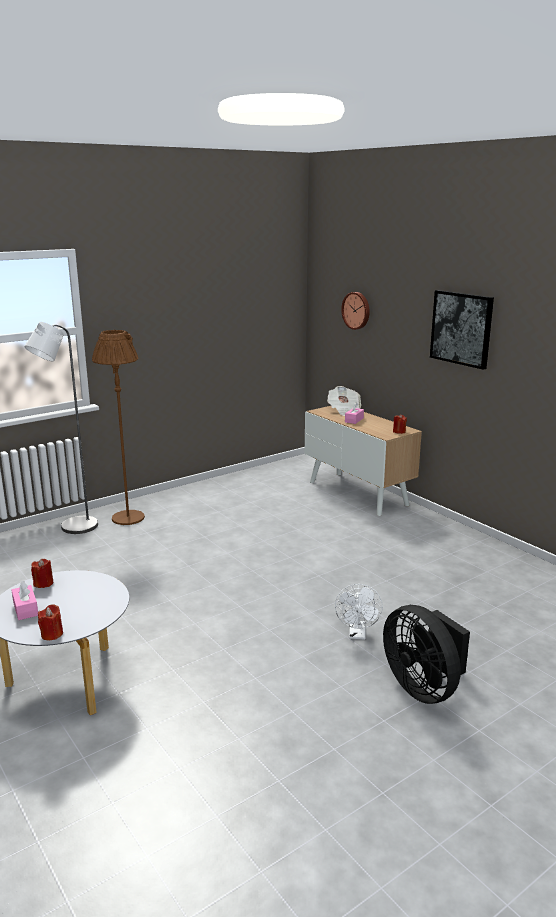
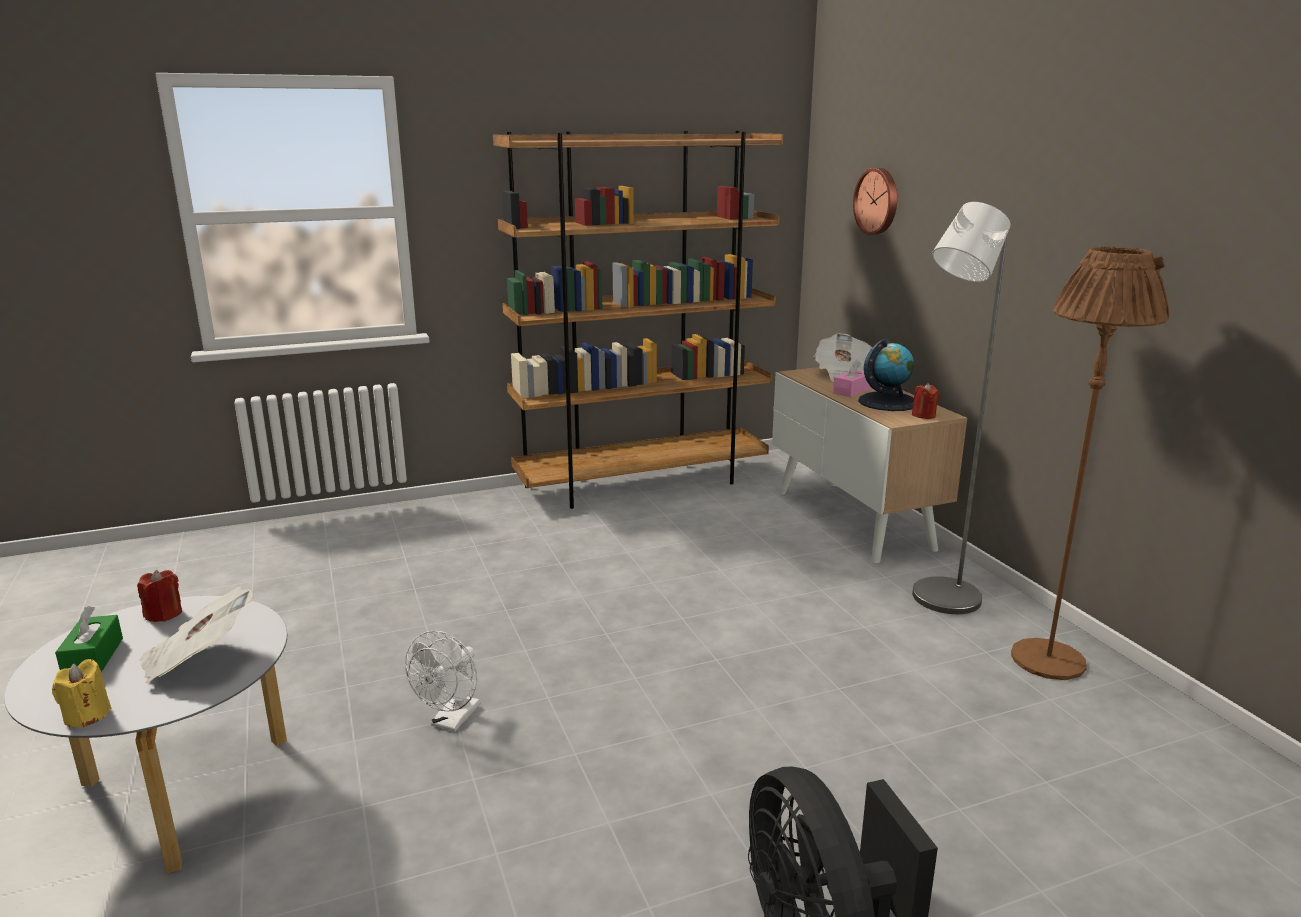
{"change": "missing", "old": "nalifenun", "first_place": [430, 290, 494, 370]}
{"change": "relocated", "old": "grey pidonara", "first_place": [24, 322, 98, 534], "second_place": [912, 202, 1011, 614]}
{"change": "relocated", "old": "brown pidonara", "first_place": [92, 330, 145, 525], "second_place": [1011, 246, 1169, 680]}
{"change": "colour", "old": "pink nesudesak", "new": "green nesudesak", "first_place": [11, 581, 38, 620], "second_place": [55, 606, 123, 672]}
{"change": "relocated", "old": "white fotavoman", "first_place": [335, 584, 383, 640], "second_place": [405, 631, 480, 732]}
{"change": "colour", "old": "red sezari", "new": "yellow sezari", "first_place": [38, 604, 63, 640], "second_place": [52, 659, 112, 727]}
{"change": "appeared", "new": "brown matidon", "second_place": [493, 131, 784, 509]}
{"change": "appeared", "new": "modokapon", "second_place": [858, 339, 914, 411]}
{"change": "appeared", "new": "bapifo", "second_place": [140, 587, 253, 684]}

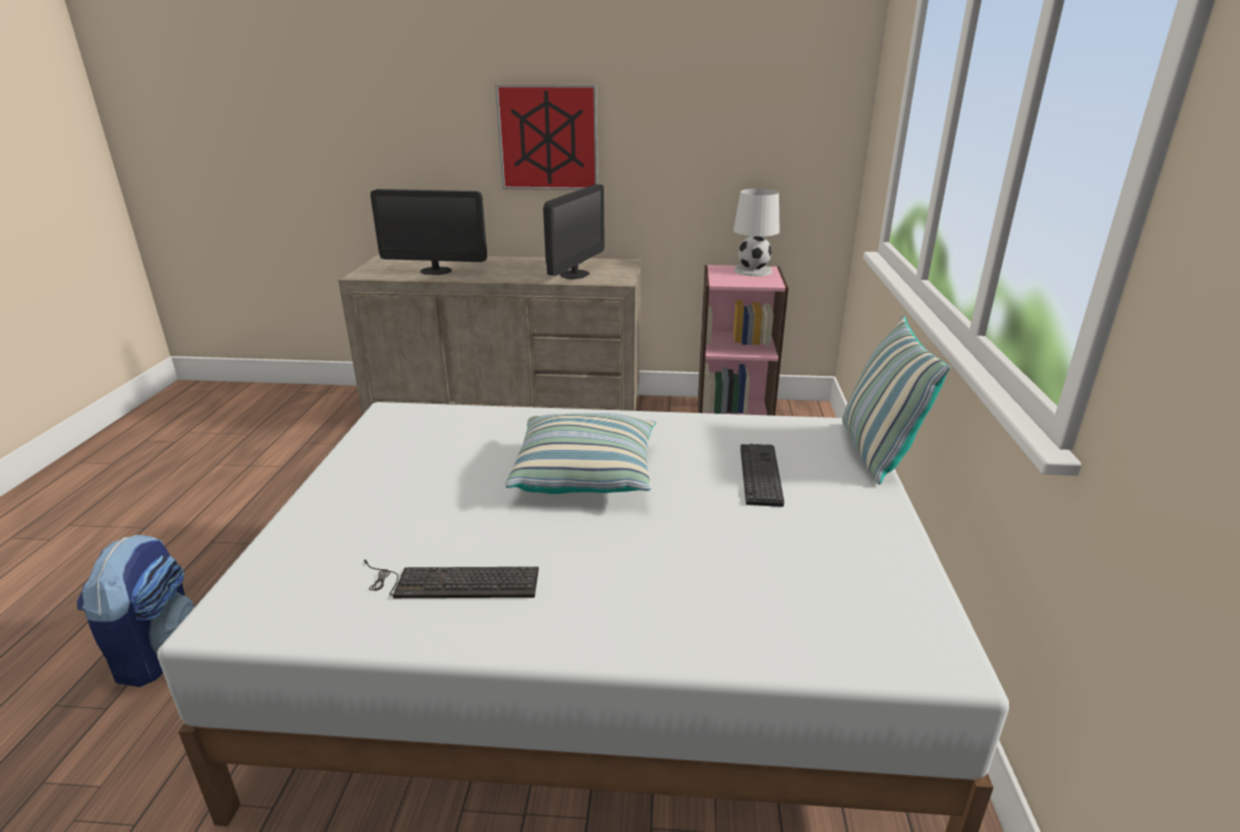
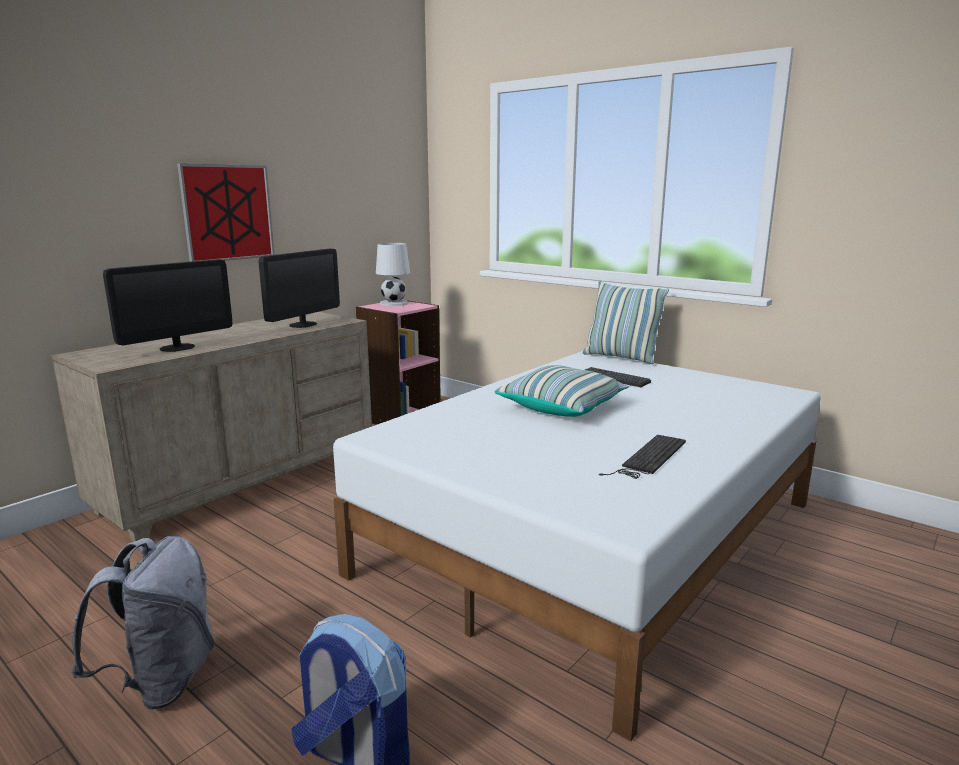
{"change": "spun", "old": "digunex", "first_place": [543, 184, 605, 279], "second_place": [258, 249, 340, 328], "degrees": 60}
{"change": "appeared", "new": "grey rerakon", "second_place": [72, 536, 215, 710]}

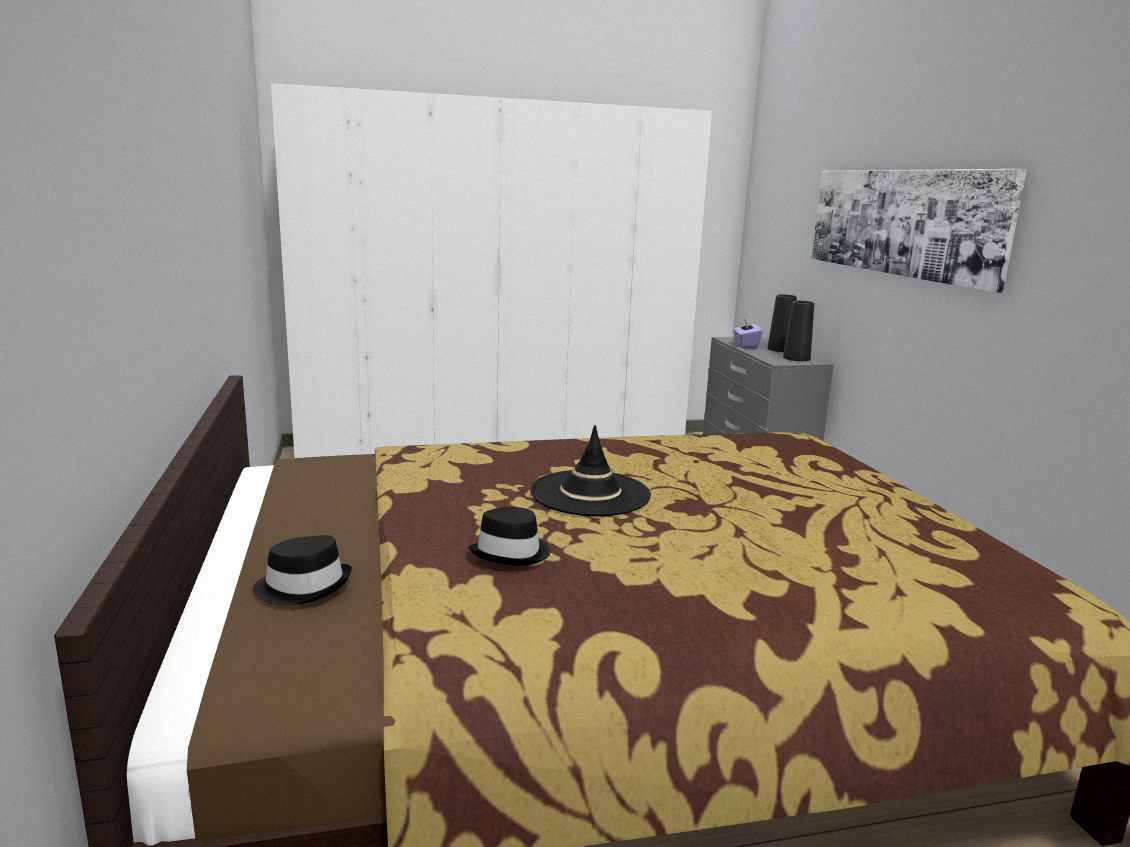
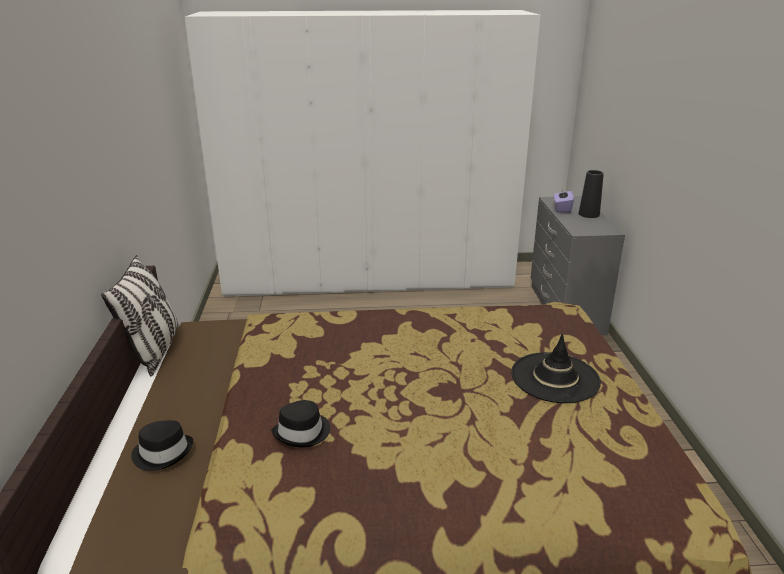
{"change": "missing", "old": "nalifenun", "first_place": [811, 169, 1027, 293]}
{"change": "missing", "old": "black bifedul", "first_place": [783, 301, 814, 361]}
{"change": "relocated", "old": "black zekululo", "first_place": [530, 425, 651, 516], "second_place": [511, 334, 601, 403]}
{"change": "appeared", "new": "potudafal", "second_place": [101, 255, 179, 376]}

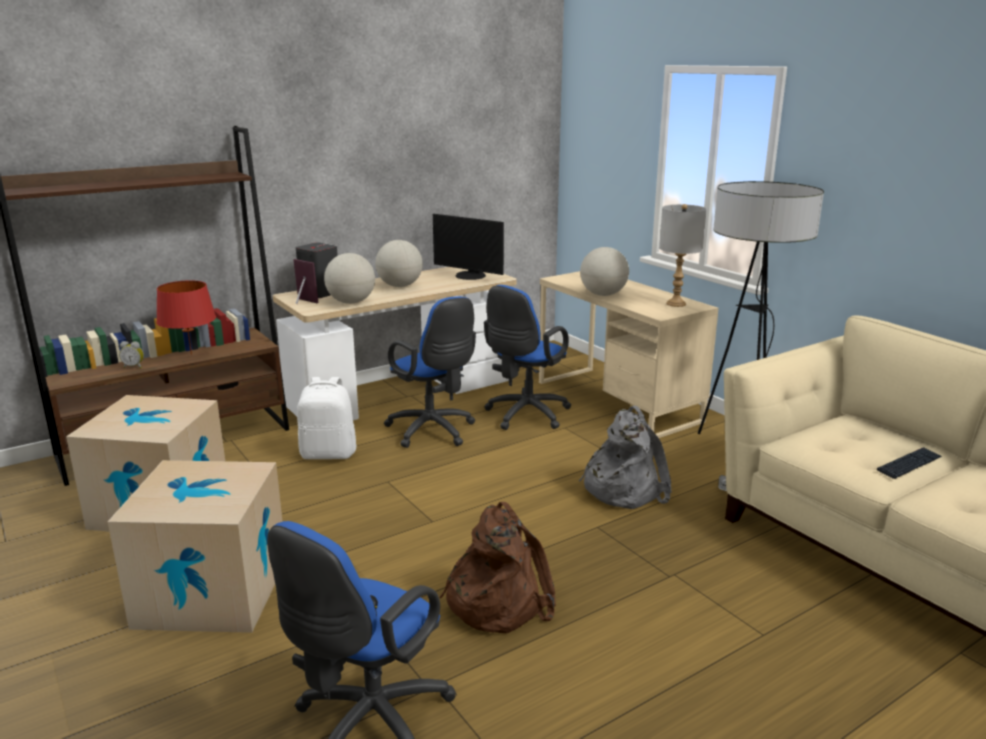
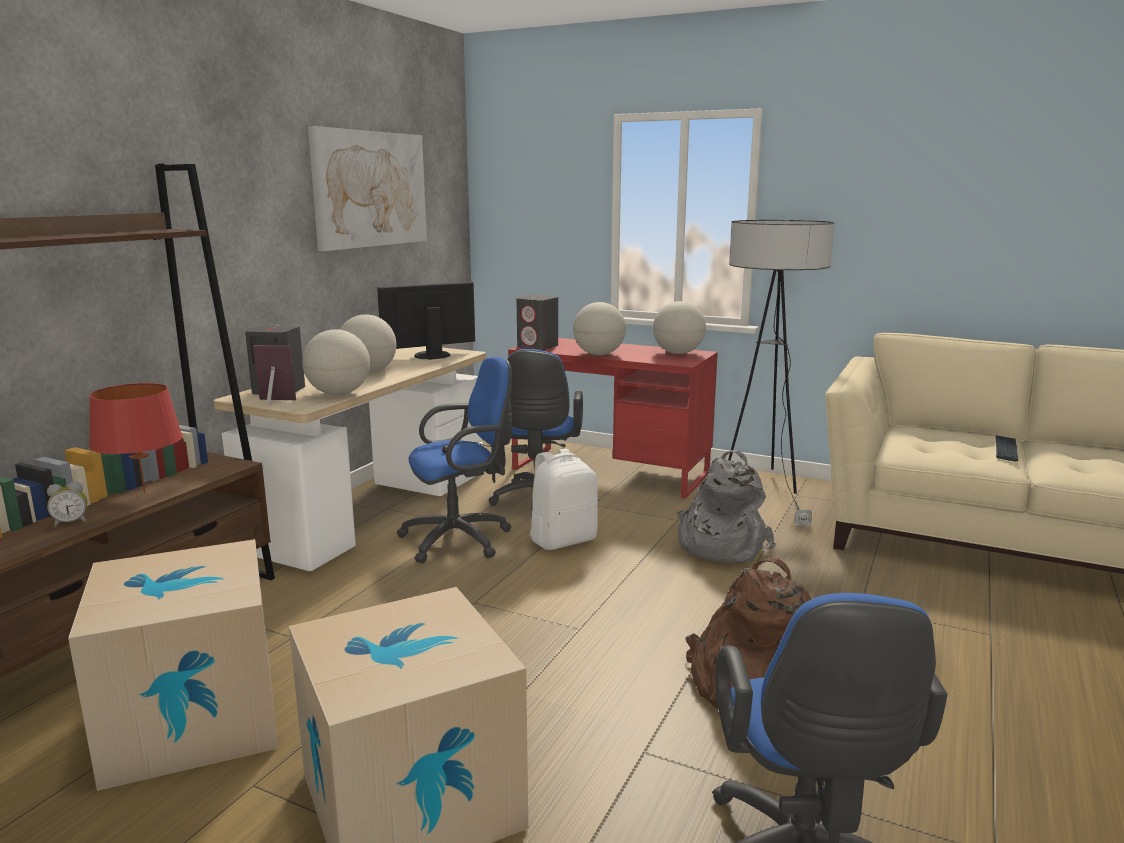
{"change": "exchanged", "old": "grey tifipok", "new": "modokapon", "first_place": [659, 204, 707, 307], "second_place": [653, 301, 706, 354]}
{"change": "spun", "old": "digunex", "first_place": [433, 214, 504, 280], "second_place": [377, 282, 475, 360], "degrees": 150}
{"change": "colour", "old": "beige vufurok", "new": "red vufurok", "first_place": [539, 271, 719, 438], "second_place": [508, 338, 718, 499]}
{"change": "spun", "old": "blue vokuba", "first_place": [384, 297, 476, 448], "second_place": [397, 357, 512, 563], "degrees": -45}
{"change": "relocated", "old": "white rerakon", "first_place": [297, 377, 357, 459], "second_place": [530, 448, 598, 550]}
{"change": "appeared", "new": "nalifenun", "second_place": [308, 126, 427, 251]}
{"change": "appeared", "new": "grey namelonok", "second_place": [516, 295, 558, 350]}

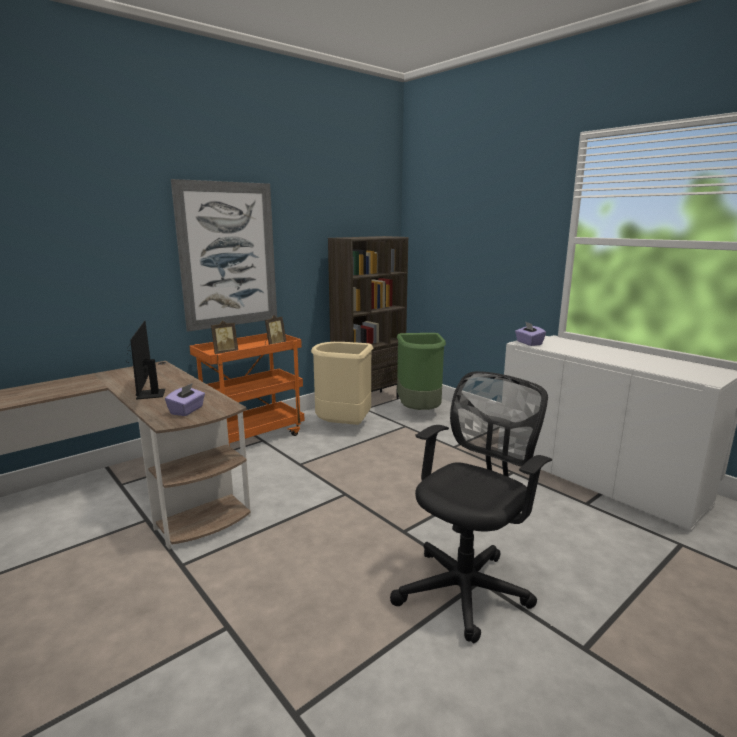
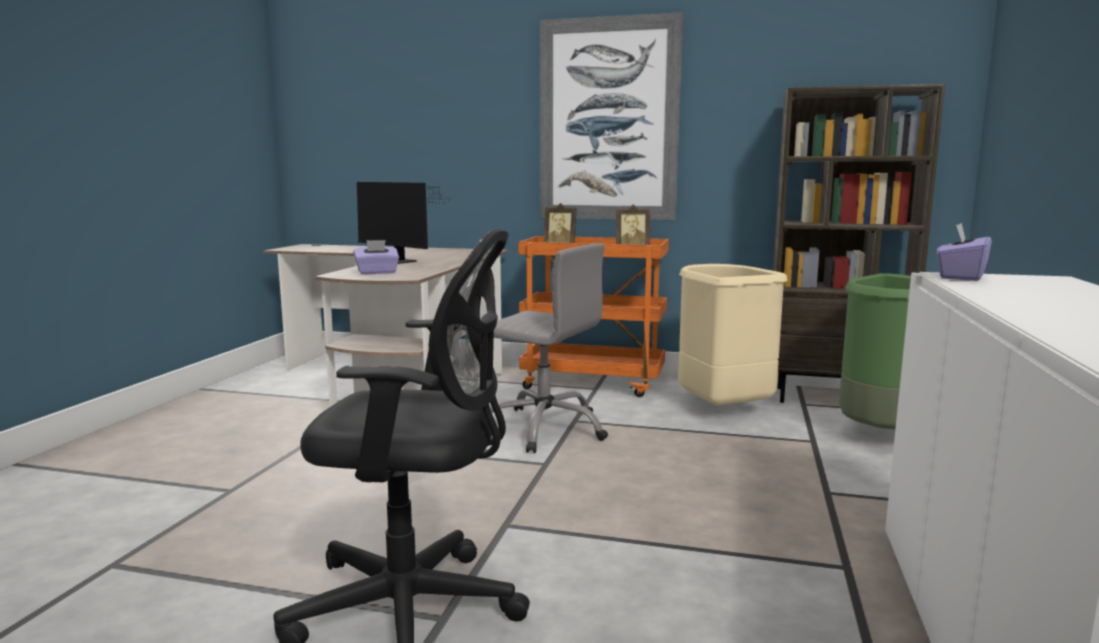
{"change": "spun", "old": "digunex", "first_place": [126, 321, 165, 400], "second_place": [357, 182, 450, 264], "degrees": -90}
{"change": "appeared", "new": "grey vokuba", "second_place": [490, 243, 608, 453]}

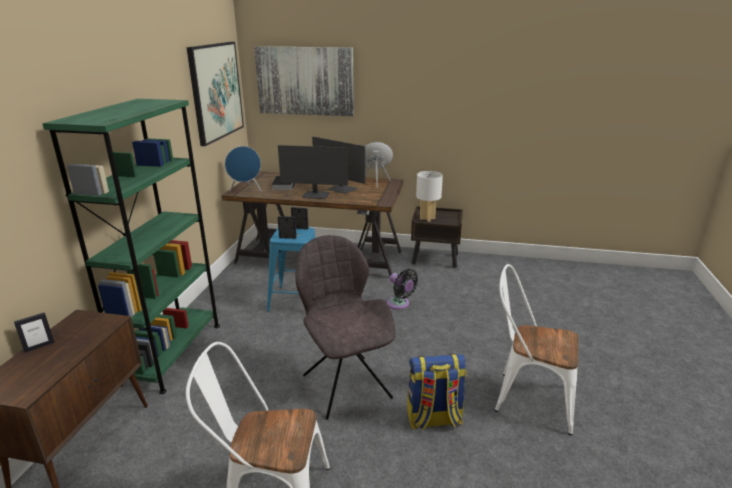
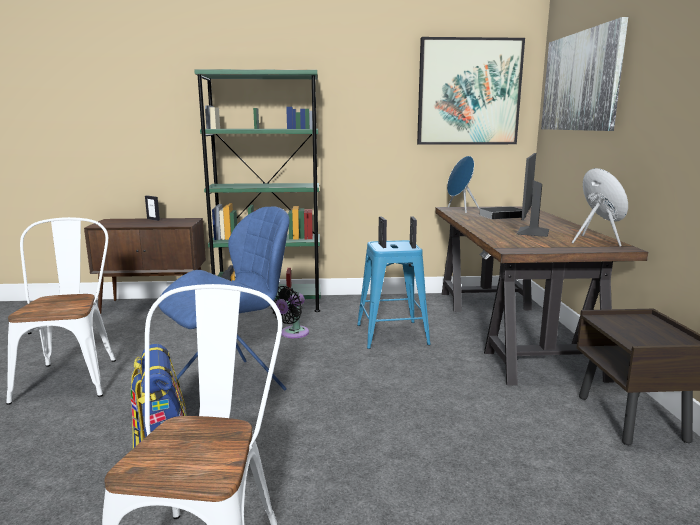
{"change": "missing", "old": "digunex", "first_place": [278, 145, 348, 199]}
{"change": "missing", "old": "white tifipok", "first_place": [416, 171, 443, 222]}
{"change": "colour", "old": "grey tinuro", "new": "blue tinuro", "first_place": [296, 235, 395, 420], "second_place": [158, 207, 290, 390]}
{"change": "relocated", "old": "black fotavoman", "first_place": [387, 269, 418, 310], "second_place": [271, 286, 309, 338]}

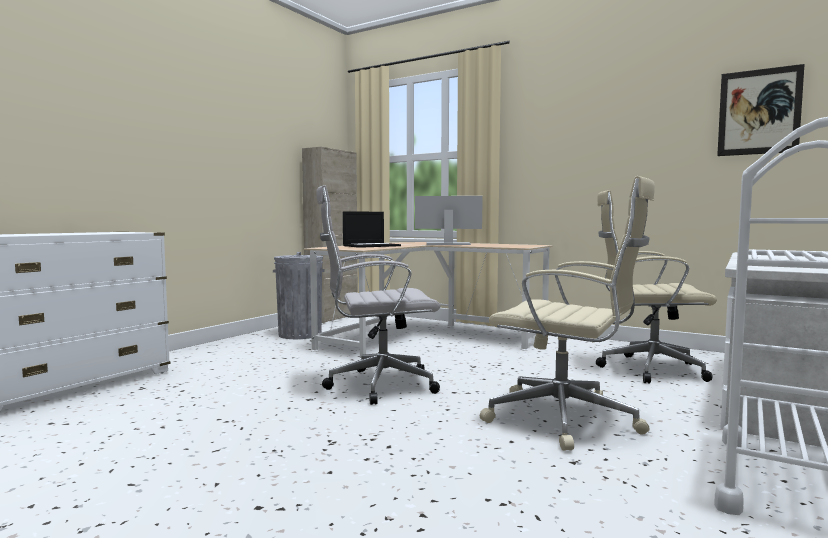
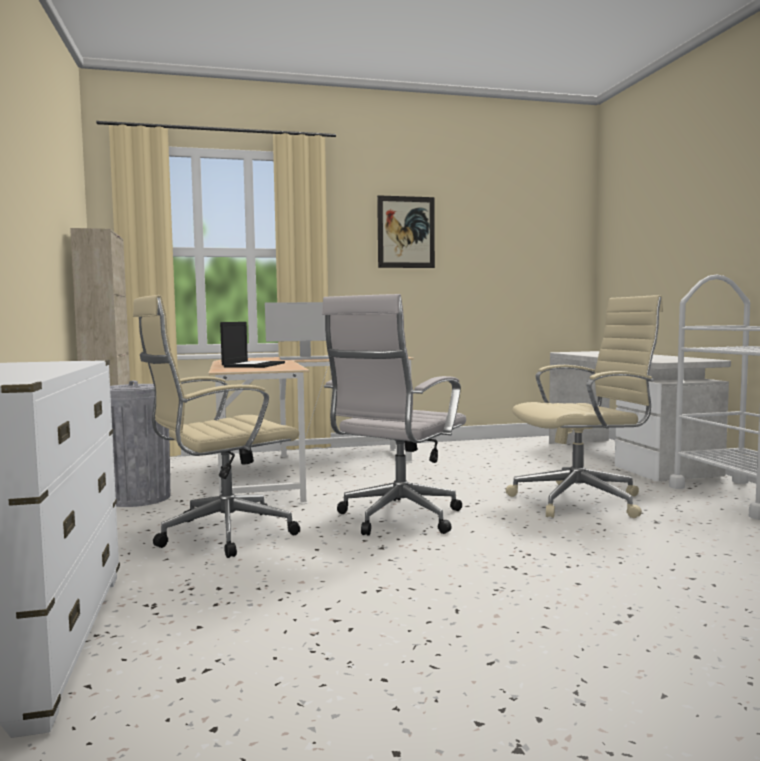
{"change": "relocated", "old": "nalifenun", "first_place": [717, 64, 805, 156], "second_place": [377, 195, 435, 268]}
{"change": "relocated", "old": "beige vokuba", "first_place": [596, 190, 717, 383], "second_place": [133, 295, 300, 558]}
{"change": "spun", "old": "digunex", "first_place": [415, 196, 483, 245], "second_place": [265, 302, 329, 360], "degrees": -150}

